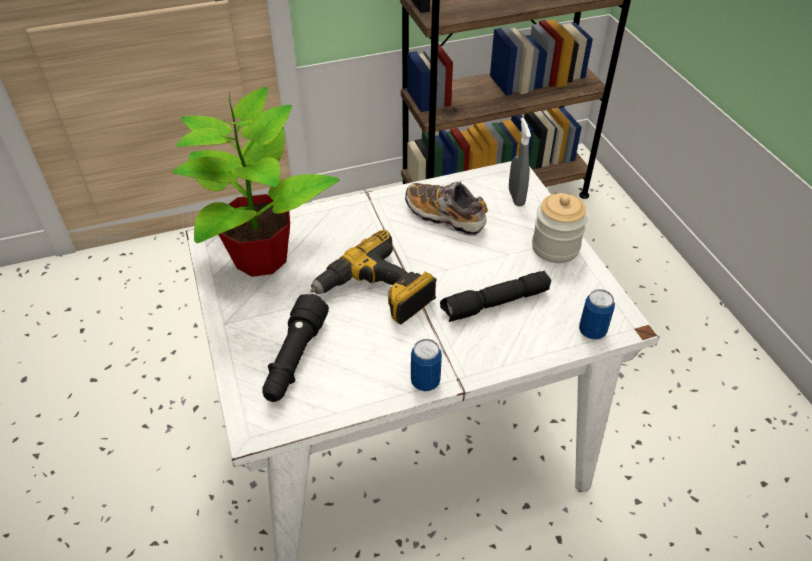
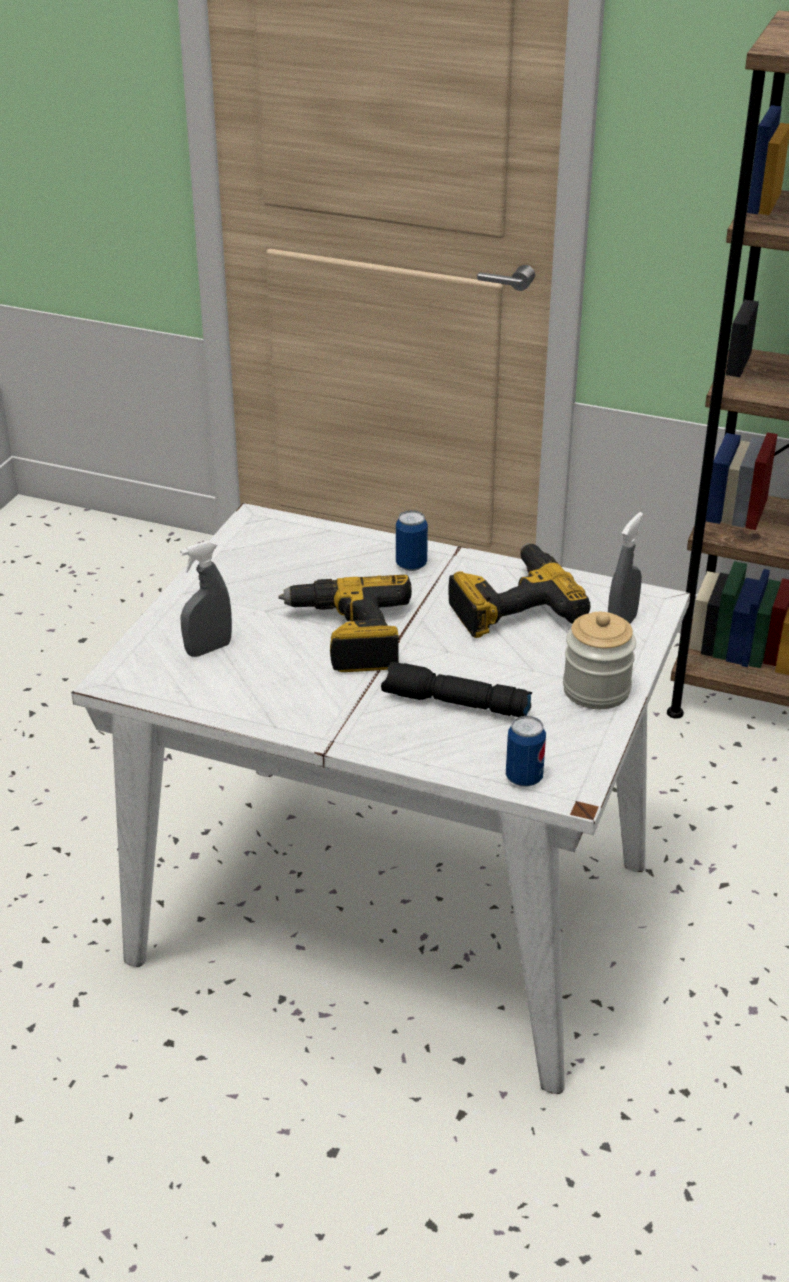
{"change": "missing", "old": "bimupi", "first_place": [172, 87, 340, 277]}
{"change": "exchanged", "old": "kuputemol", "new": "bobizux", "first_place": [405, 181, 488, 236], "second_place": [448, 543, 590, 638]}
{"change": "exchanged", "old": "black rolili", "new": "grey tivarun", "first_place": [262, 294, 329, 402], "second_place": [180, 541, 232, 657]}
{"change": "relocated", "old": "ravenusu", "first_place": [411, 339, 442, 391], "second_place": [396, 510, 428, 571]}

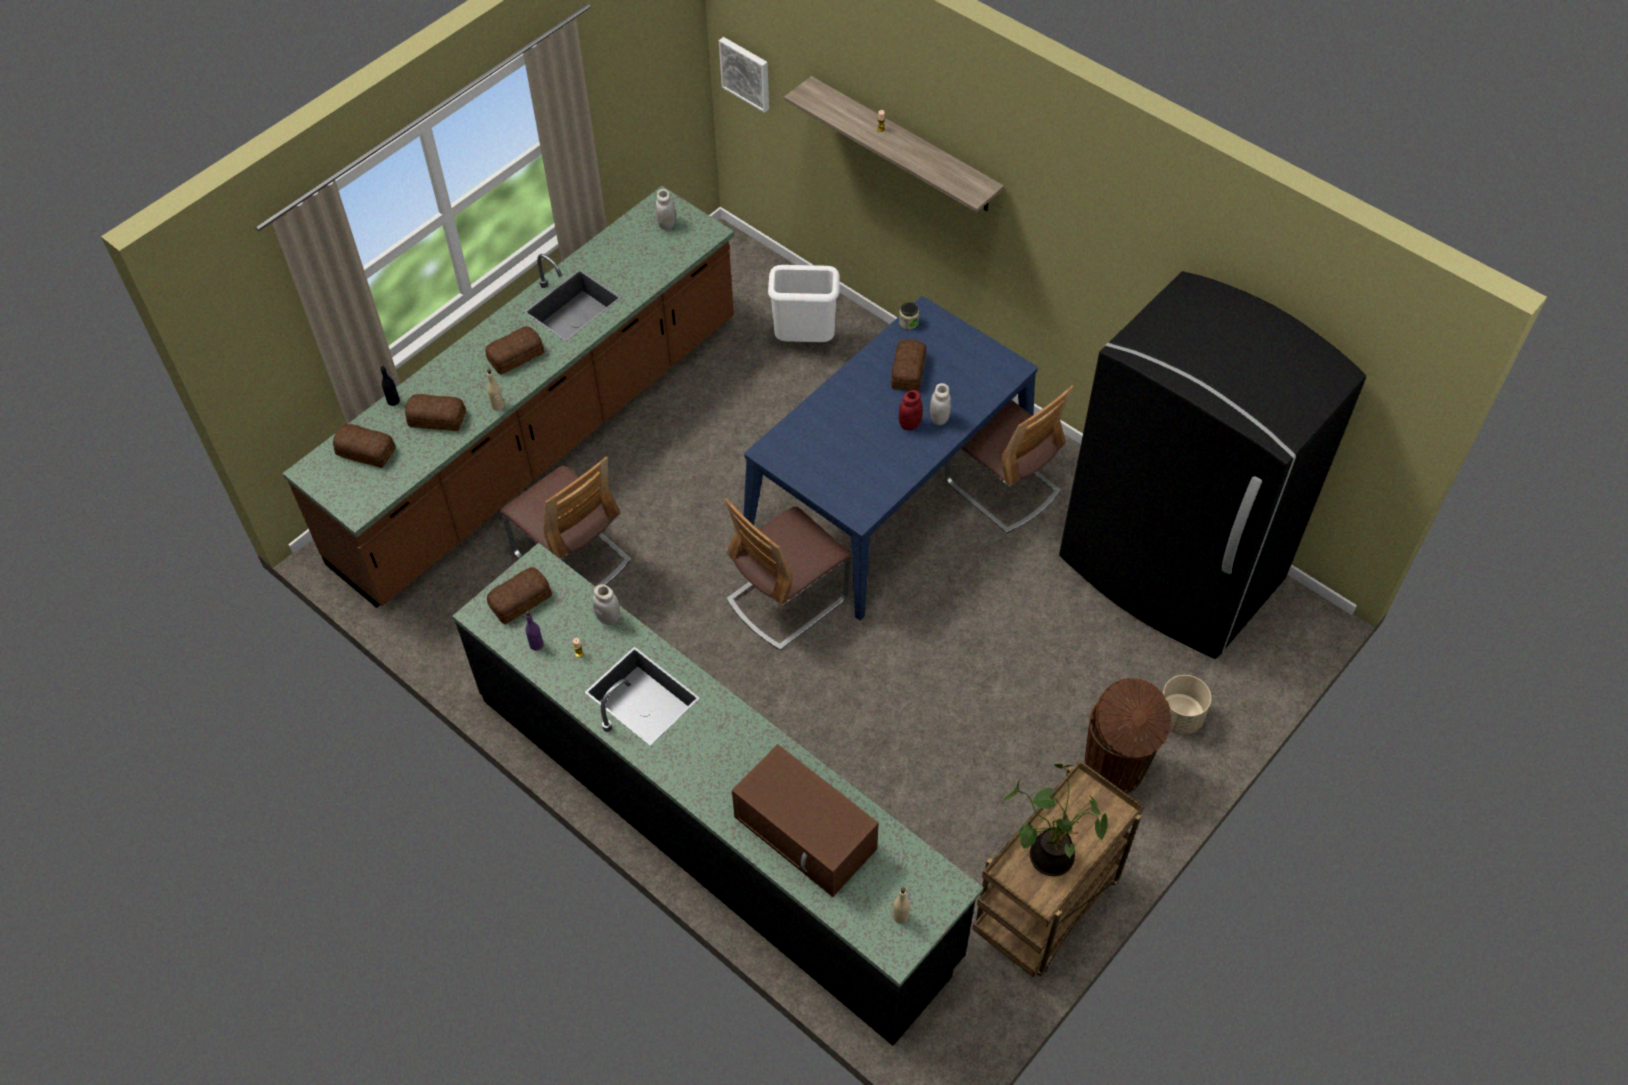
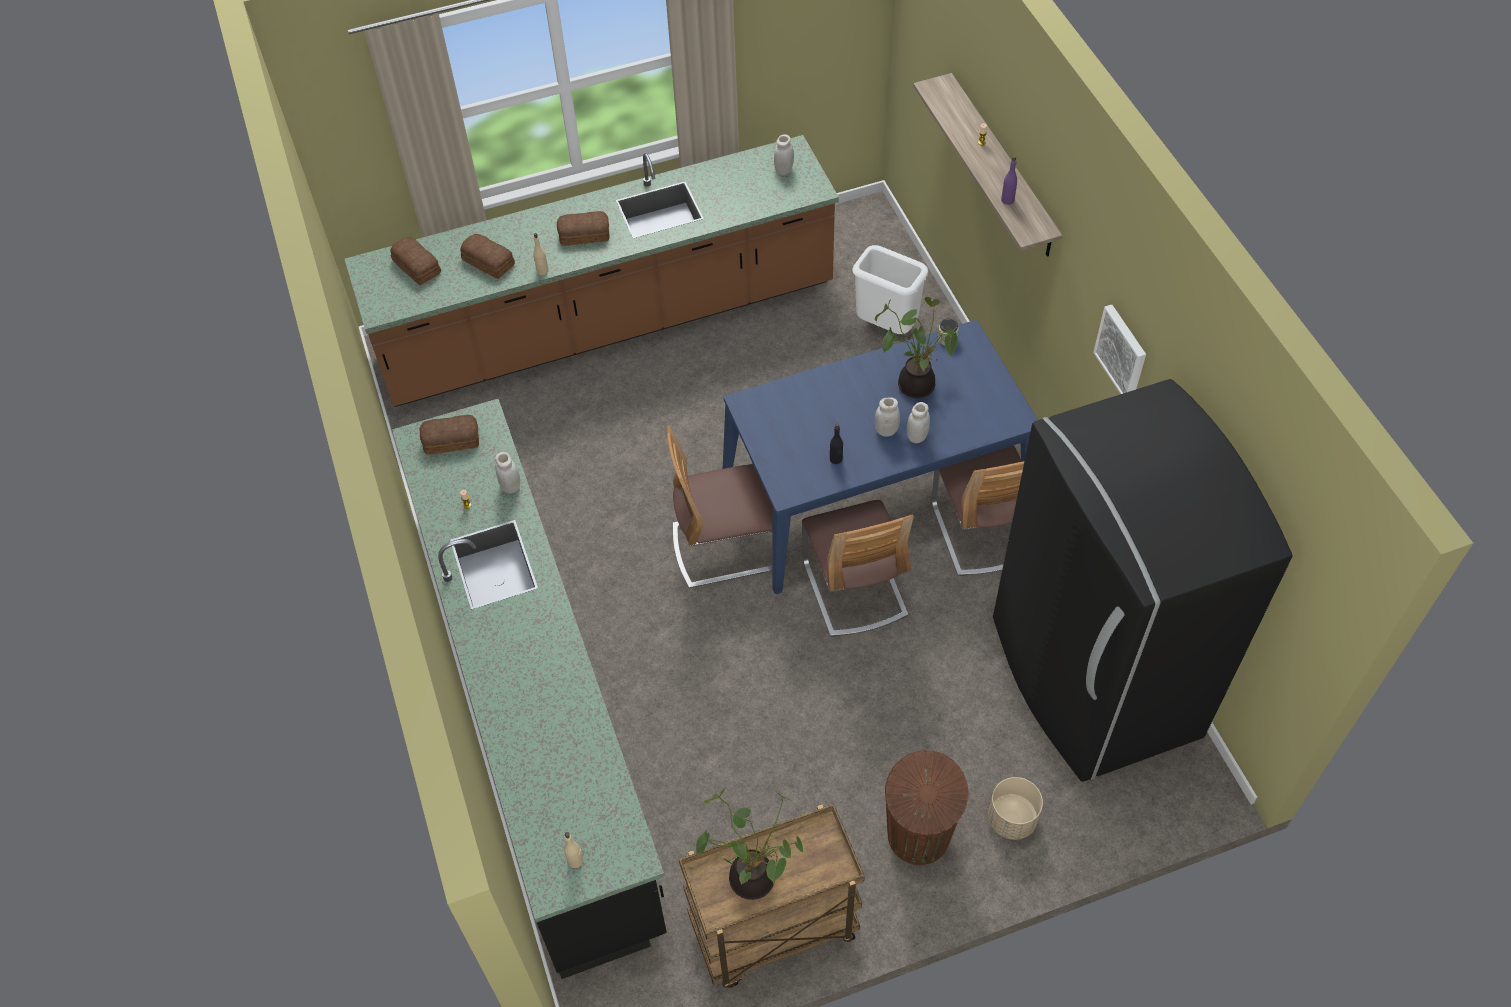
{"change": "relocated", "old": "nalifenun", "first_place": [719, 37, 769, 113], "second_place": [1093, 305, 1146, 394]}
{"change": "exchanged", "old": "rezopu", "new": "bimupi", "first_place": [891, 340, 926, 391], "second_place": [875, 297, 958, 398]}
{"change": "relocated", "old": "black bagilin", "first_place": [380, 364, 400, 406], "second_place": [830, 424, 843, 464]}
{"change": "colour", "old": "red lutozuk", "new": "white lutozuk", "first_place": [899, 390, 923, 430], "second_place": [875, 398, 900, 437]}
{"change": "relocated", "old": "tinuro", "first_place": [500, 456, 631, 587], "second_place": [802, 500, 914, 637]}
{"change": "relocated", "old": "purple bagilin", "first_place": [525, 611, 544, 651], "second_place": [1001, 156, 1017, 205]}
{"change": "missing", "old": "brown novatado", "first_place": [732, 744, 879, 897]}

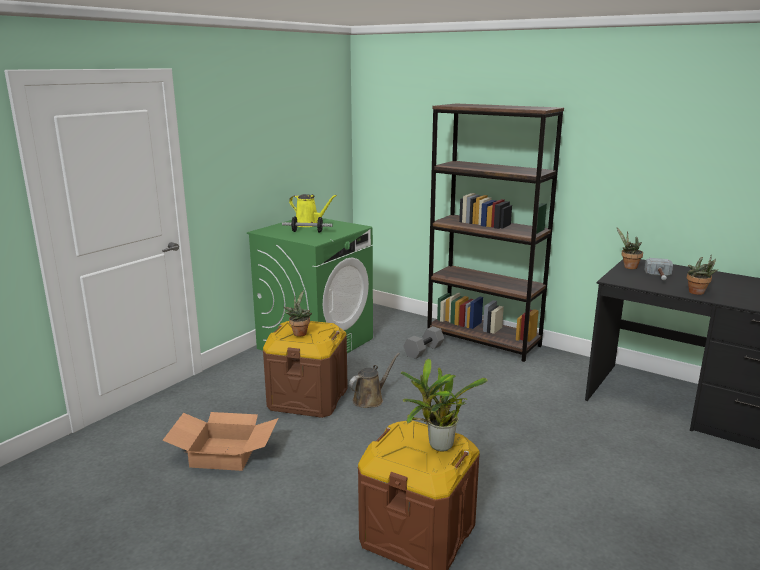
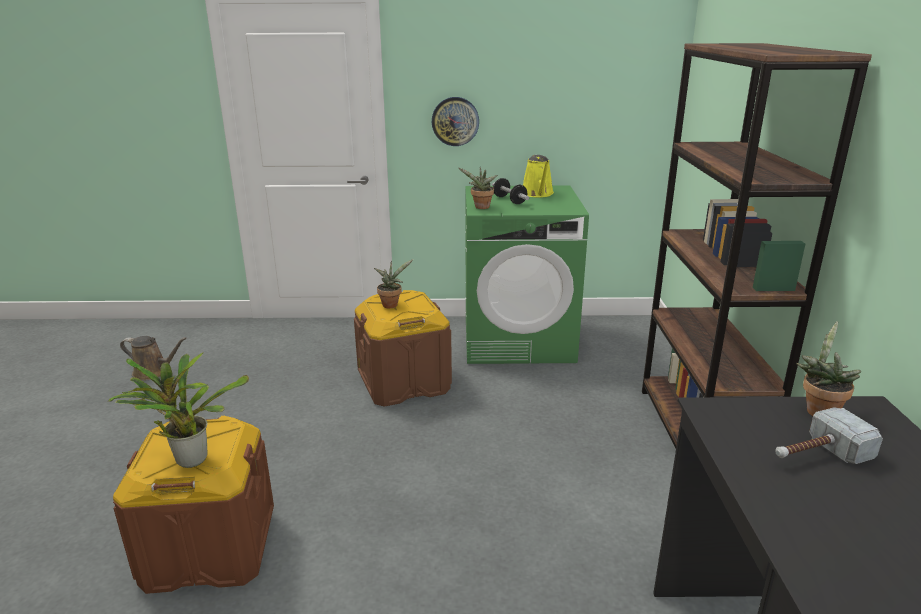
{"change": "relocated", "old": "bimupi", "first_place": [687, 254, 718, 295], "second_place": [459, 167, 498, 209]}
{"change": "missing", "old": "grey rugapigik", "first_place": [403, 326, 444, 359]}
{"change": "relocated", "old": "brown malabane", "first_place": [349, 353, 400, 408], "second_place": [120, 336, 187, 381]}
{"change": "missing", "old": "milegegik", "first_place": [162, 412, 279, 471]}
{"change": "appeared", "new": "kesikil", "second_place": [432, 97, 479, 146]}

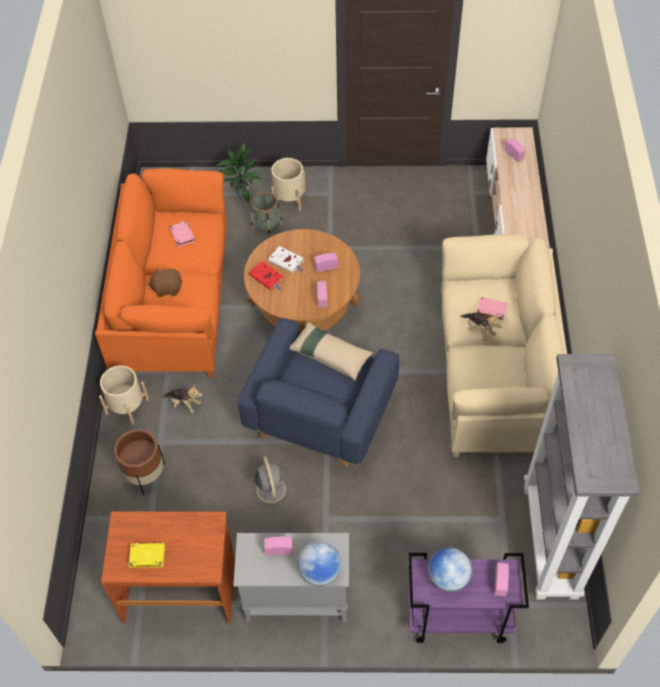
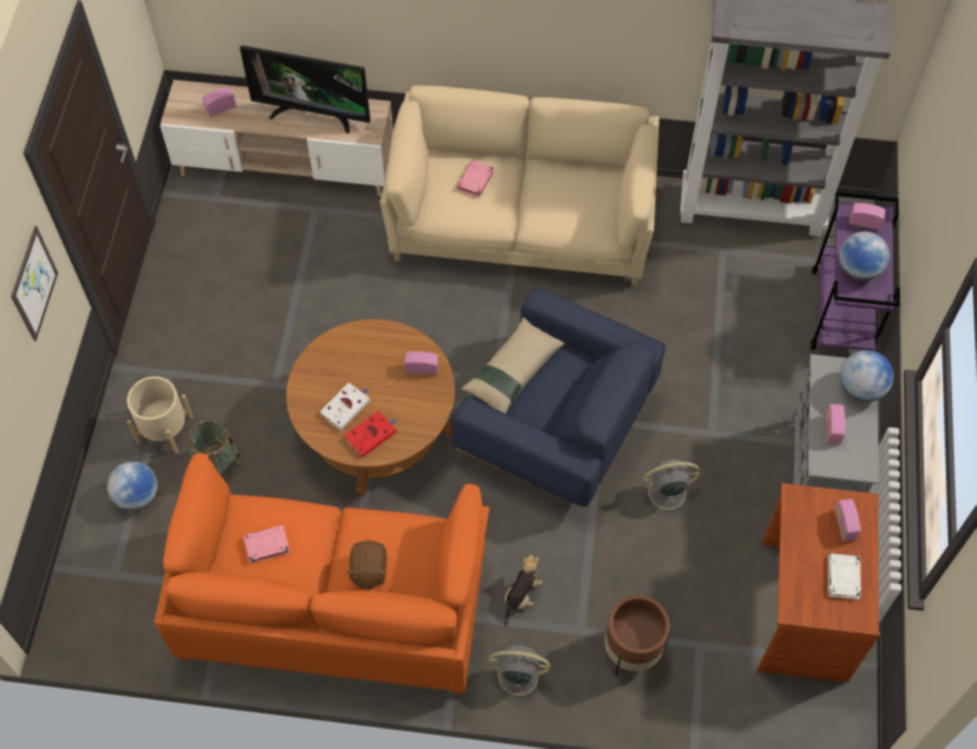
{"change": "exchanged", "old": "bimupi", "new": "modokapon", "first_place": [217, 144, 261, 204], "second_place": [107, 461, 158, 511]}
{"change": "relocated", "old": "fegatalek", "first_place": [314, 253, 338, 272], "second_place": [835, 499, 861, 541]}
{"change": "missing", "old": "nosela", "first_place": [460, 313, 502, 341]}
{"change": "exchanged", "old": "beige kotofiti", "new": "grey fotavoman", "first_place": [99, 365, 149, 425], "second_place": [488, 645, 550, 705]}
{"change": "colour", "old": "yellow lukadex", "new": "white lukadex", "first_place": [129, 543, 165, 568], "second_place": [828, 554, 861, 599]}
{"change": "appeared", "new": "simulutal", "second_place": [240, 45, 370, 134]}
{"change": "appeared", "new": "nalifenun", "second_place": [11, 226, 58, 341]}

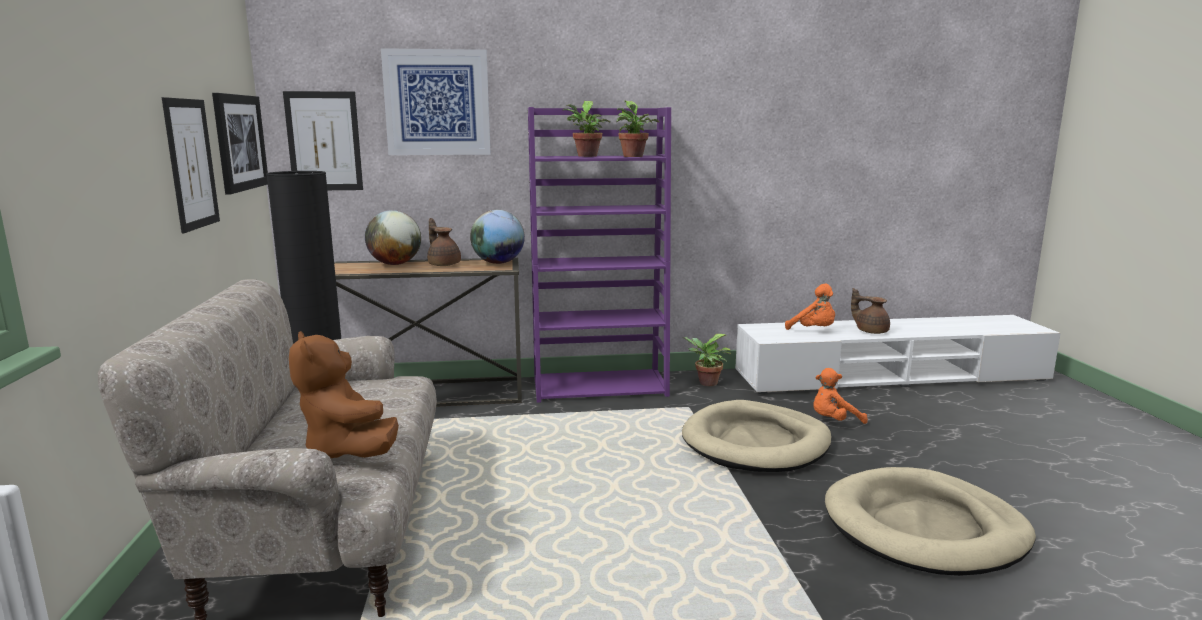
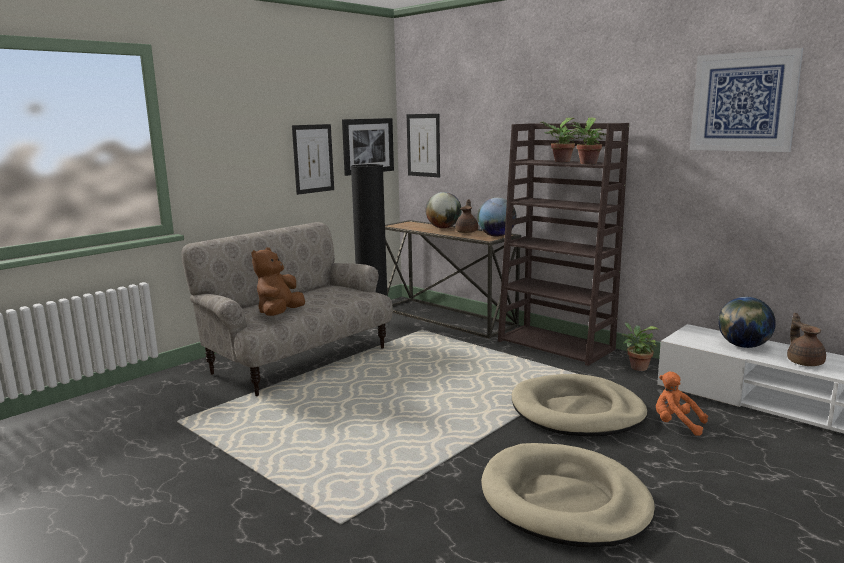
{"change": "relocated", "old": "nalifenun", "first_place": [381, 48, 491, 155], "second_place": [690, 48, 803, 152]}
{"change": "colour", "old": "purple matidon", "new": "brown matidon", "first_place": [528, 107, 671, 403], "second_place": [498, 123, 629, 366]}
{"change": "exchanged", "old": "orange nosela", "new": "modokapon", "first_place": [785, 283, 835, 330], "second_place": [718, 297, 776, 348]}

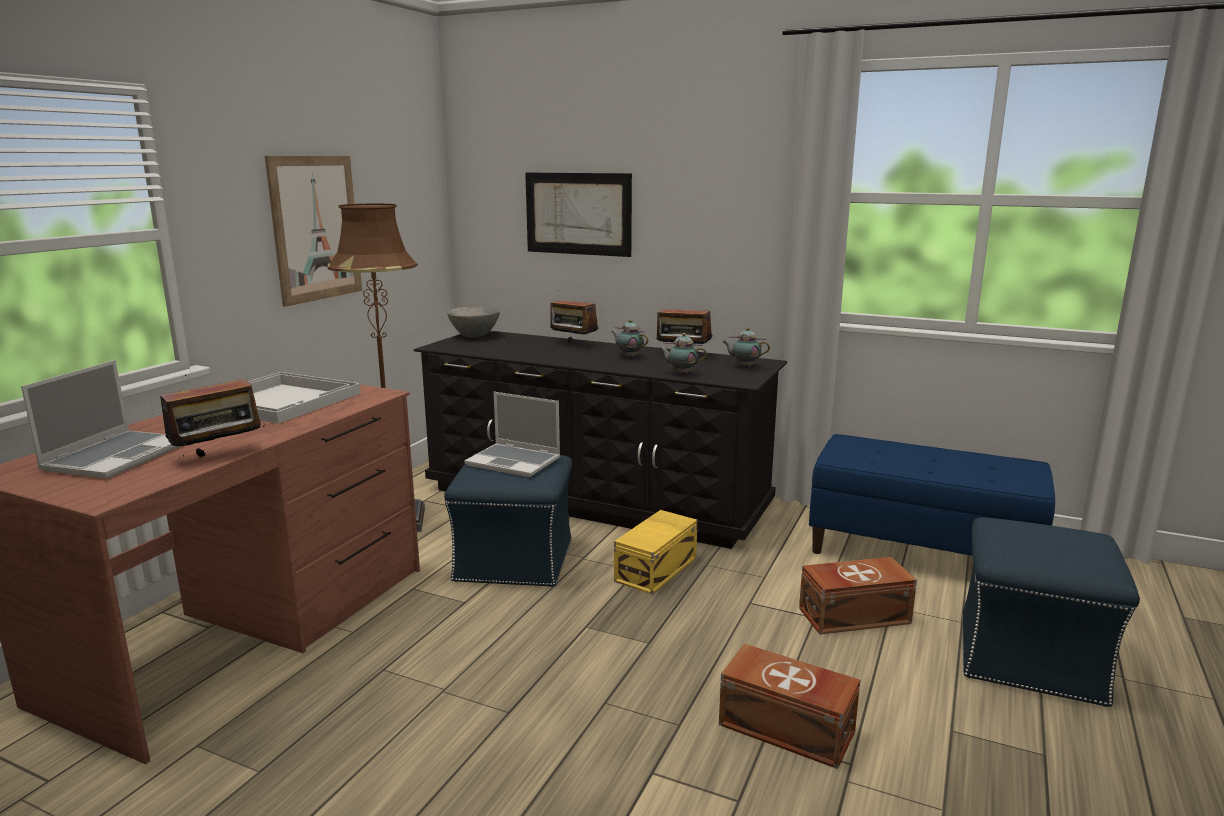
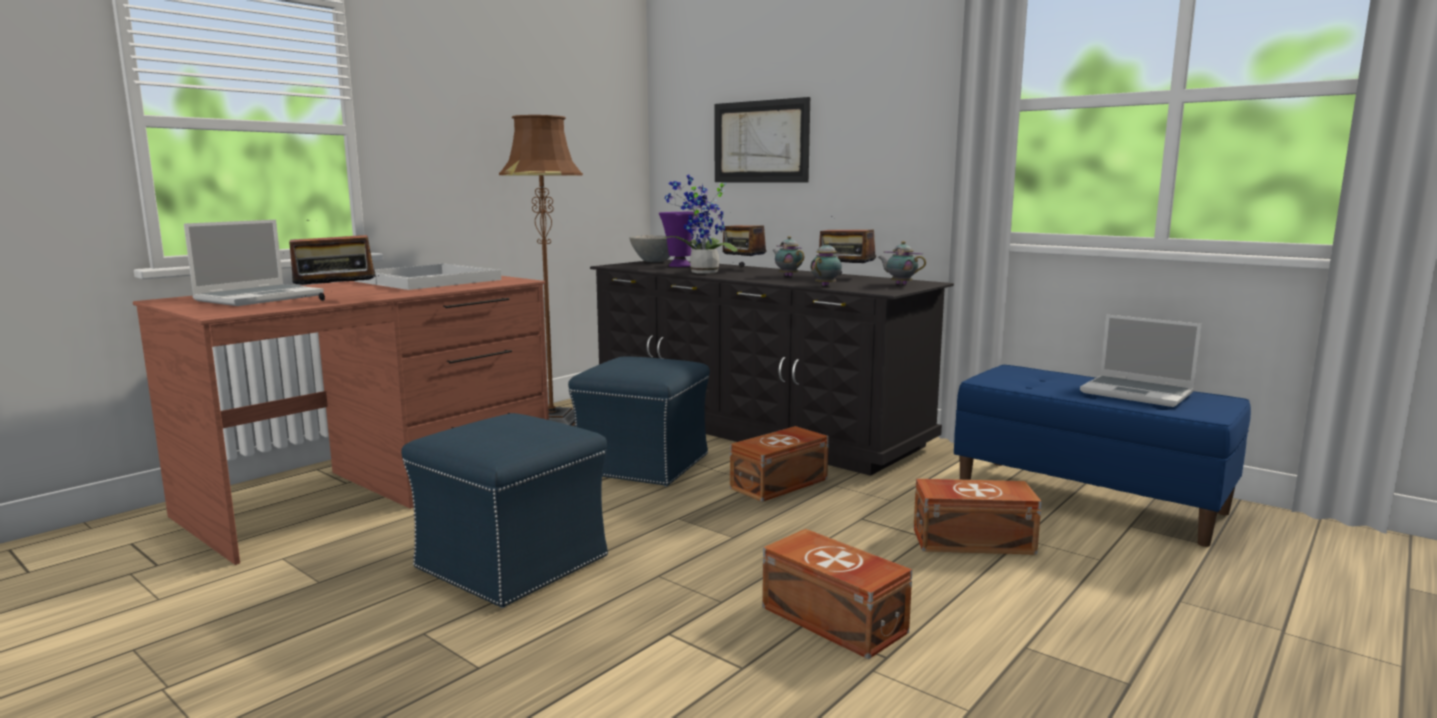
{"change": "missing", "old": "nalifenun", "first_place": [265, 156, 362, 307]}
{"change": "spun", "old": "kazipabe", "first_place": [659, 333, 707, 374], "second_place": [810, 242, 842, 286], "degrees": 90}
{"change": "relocated", "old": "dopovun", "first_place": [464, 392, 560, 477], "second_place": [1080, 315, 1202, 407]}
{"change": "colour", "old": "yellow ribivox", "new": "brown ribivox", "first_place": [614, 510, 698, 594], "second_place": [730, 426, 829, 502]}
{"change": "relocated", "old": "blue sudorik", "first_place": [962, 518, 1140, 707], "second_place": [401, 413, 608, 608]}
{"change": "appeared", "new": "bimupi", "second_place": [662, 174, 738, 273]}
{"change": "appeared", "new": "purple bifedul", "second_place": [659, 212, 698, 267]}

